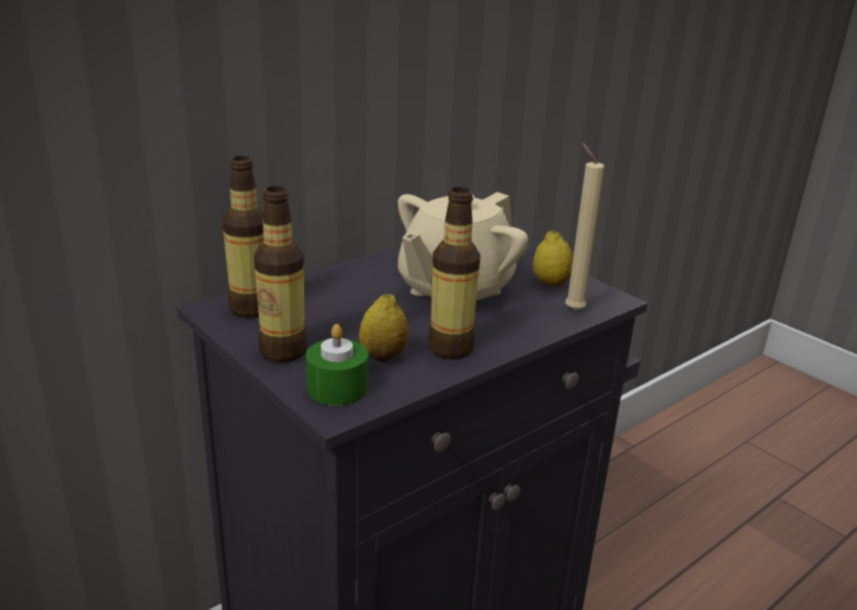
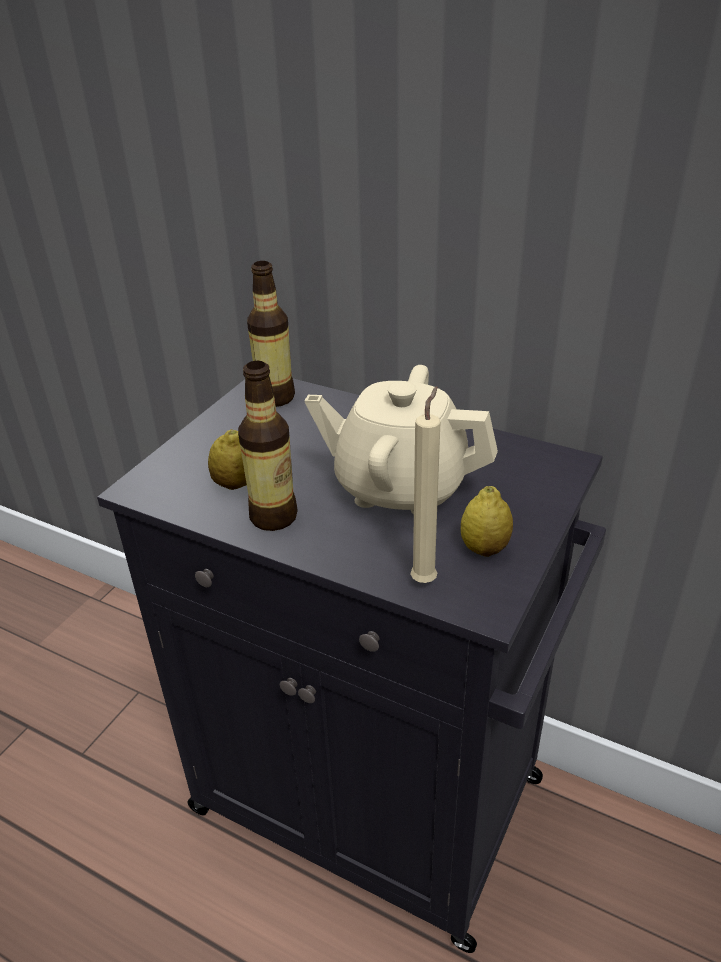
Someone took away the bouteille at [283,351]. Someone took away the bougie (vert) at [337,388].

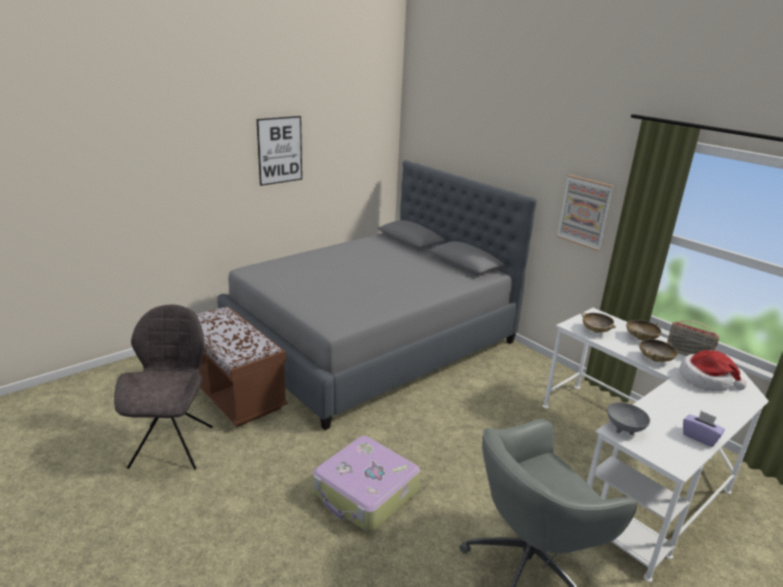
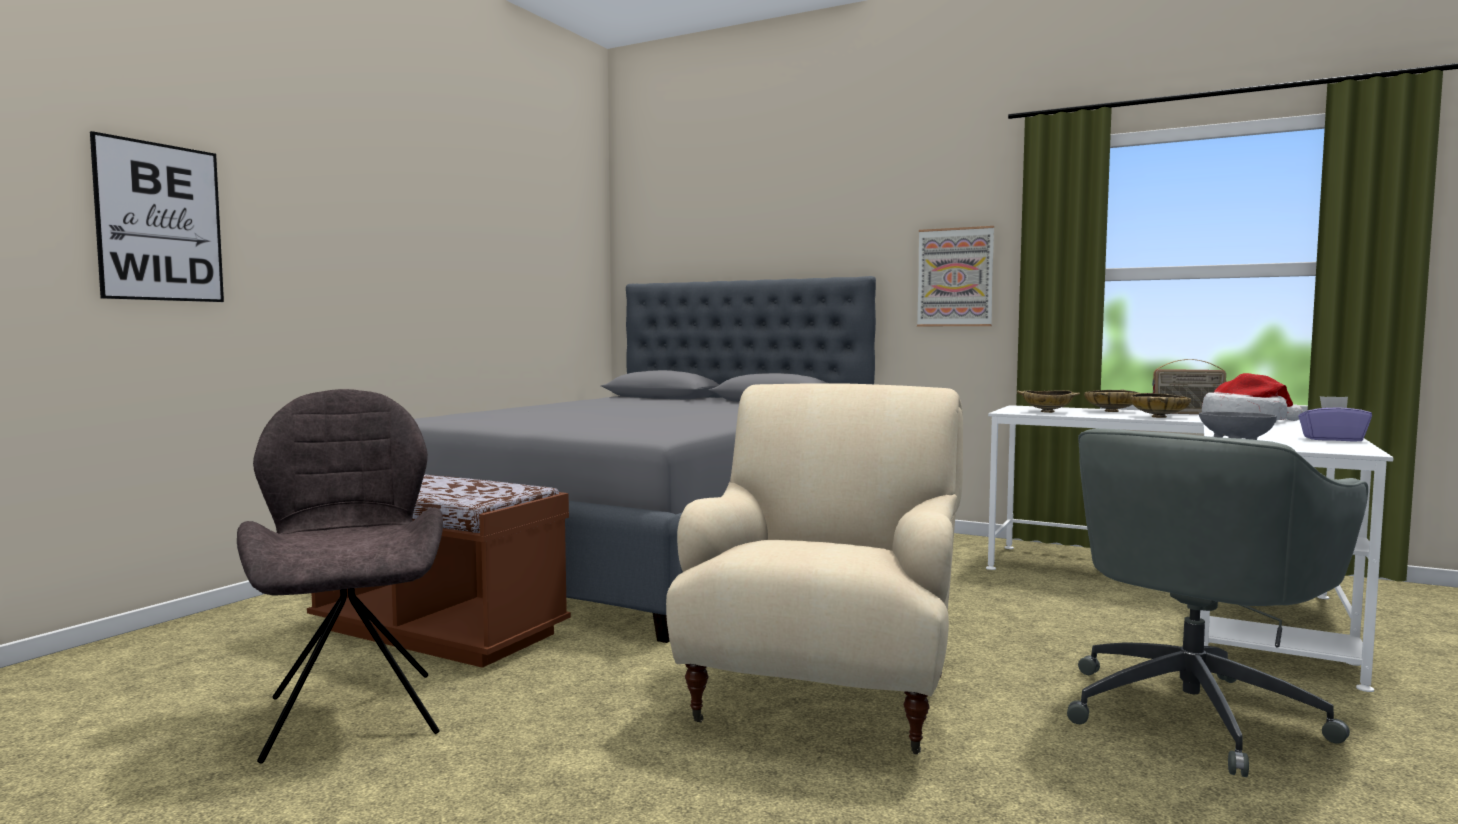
Someone carried the tableau from [280,150] to [160,222]. Someone swapped the valise at [365,493] for the fauteuil (beige) at [826,695].

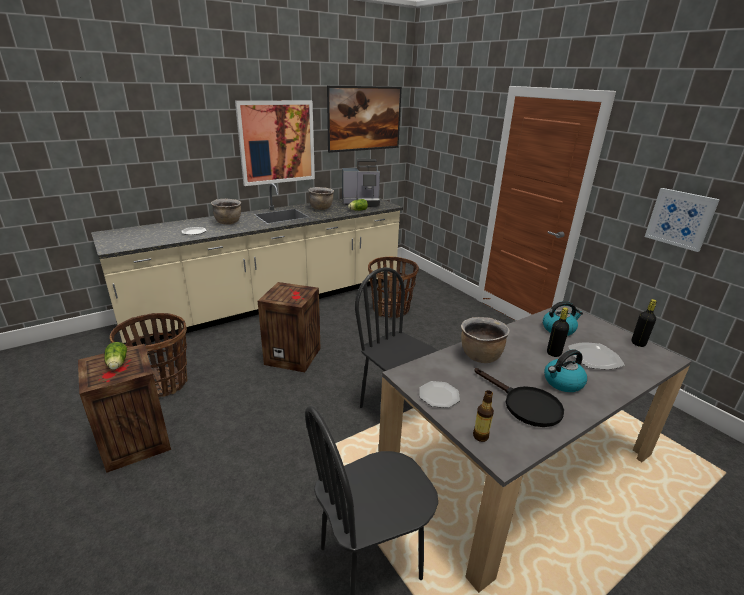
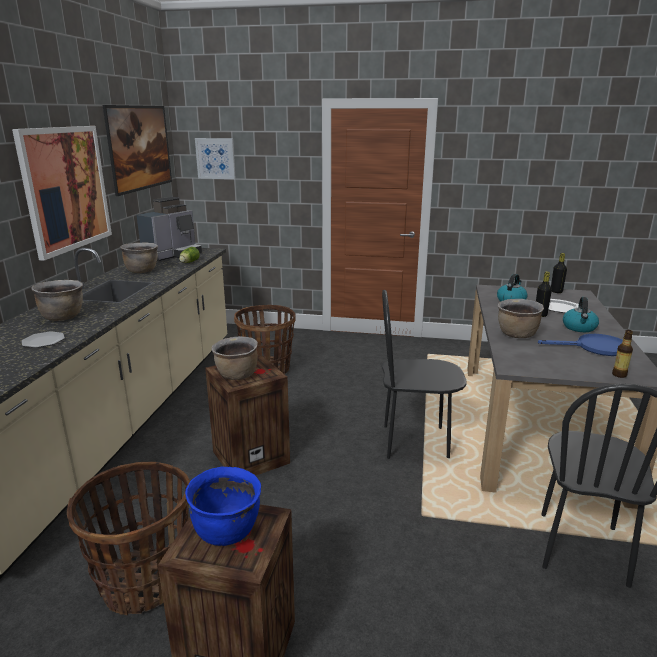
Someone carried the tableau from [680,219] to [215,158]. Someone swapped the laitue at [117,364] for the marmite (bleu) at [227,531]. Someone repainted the poêle (noir) at [525,405], which became the poêle (bleu) at [594,348]. Someone took away the assiette at [439,395]. Someone put down the marmite (marron) at [237,375].

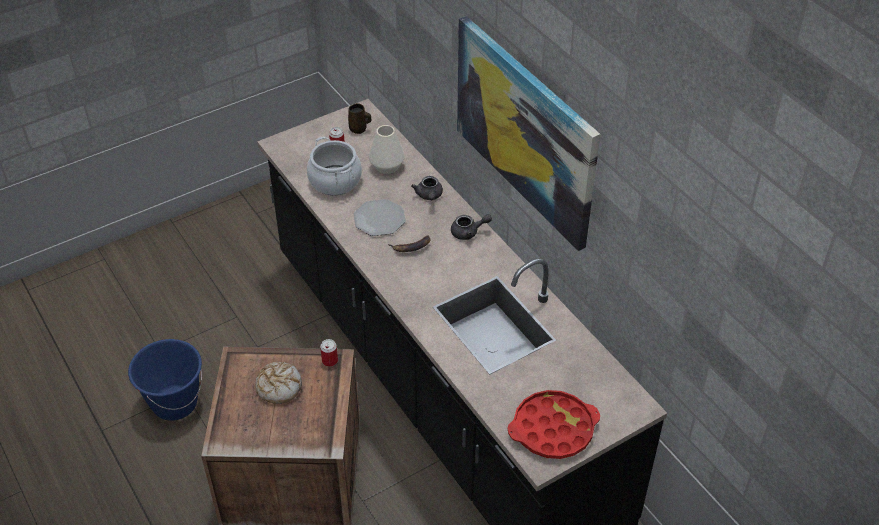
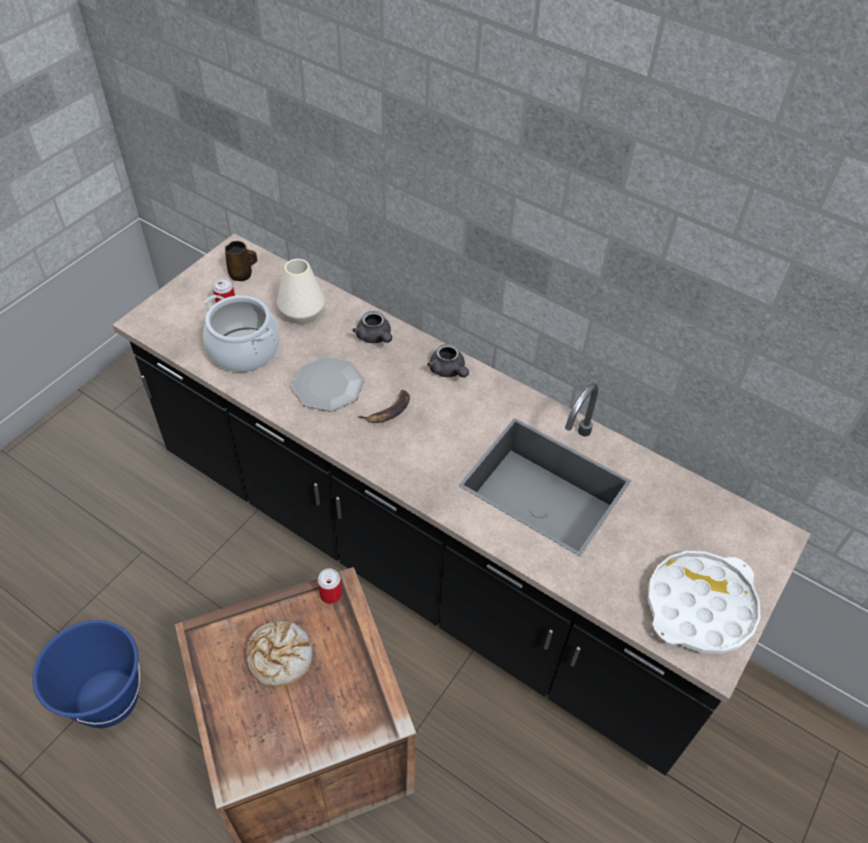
Someone took away the tableau at [525,130]. Someone rotated the théière (gris) at [468,232] by 90 degrees clockwise. Someone repainted the plateau (rouge) at [553,429], which became the plateau (blanc) at [699,606].

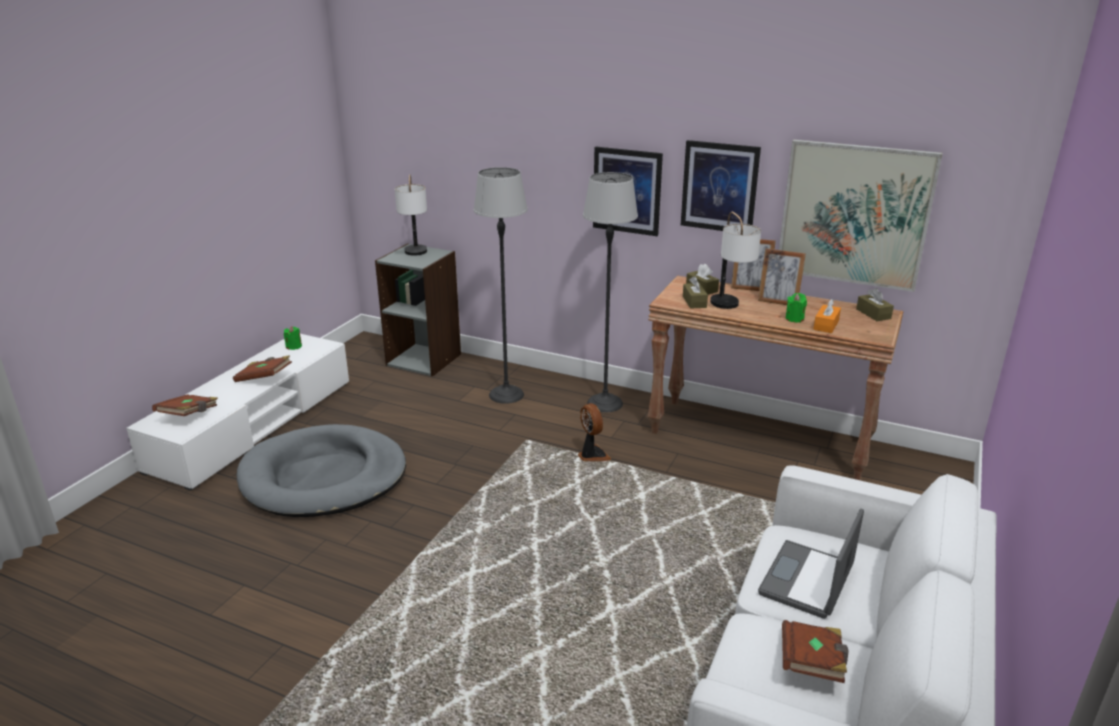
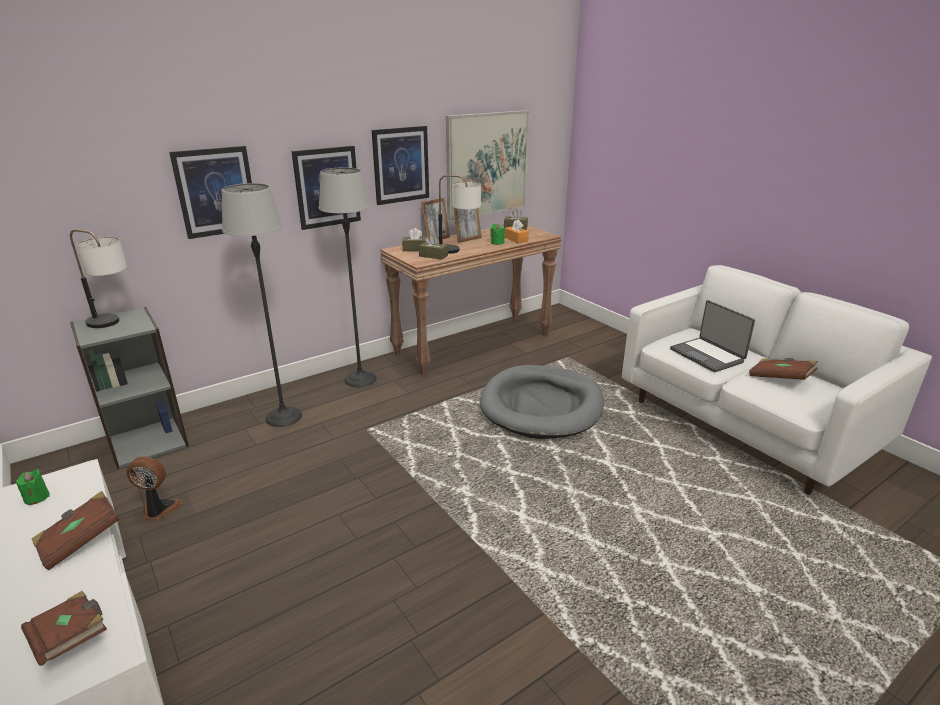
Someone carried the ventilateur from [592,455] to [158,510]. Someone carried the panier pour chien (gris) from [324,477] to [541,406]. Someone put up the tableau at [216,192].

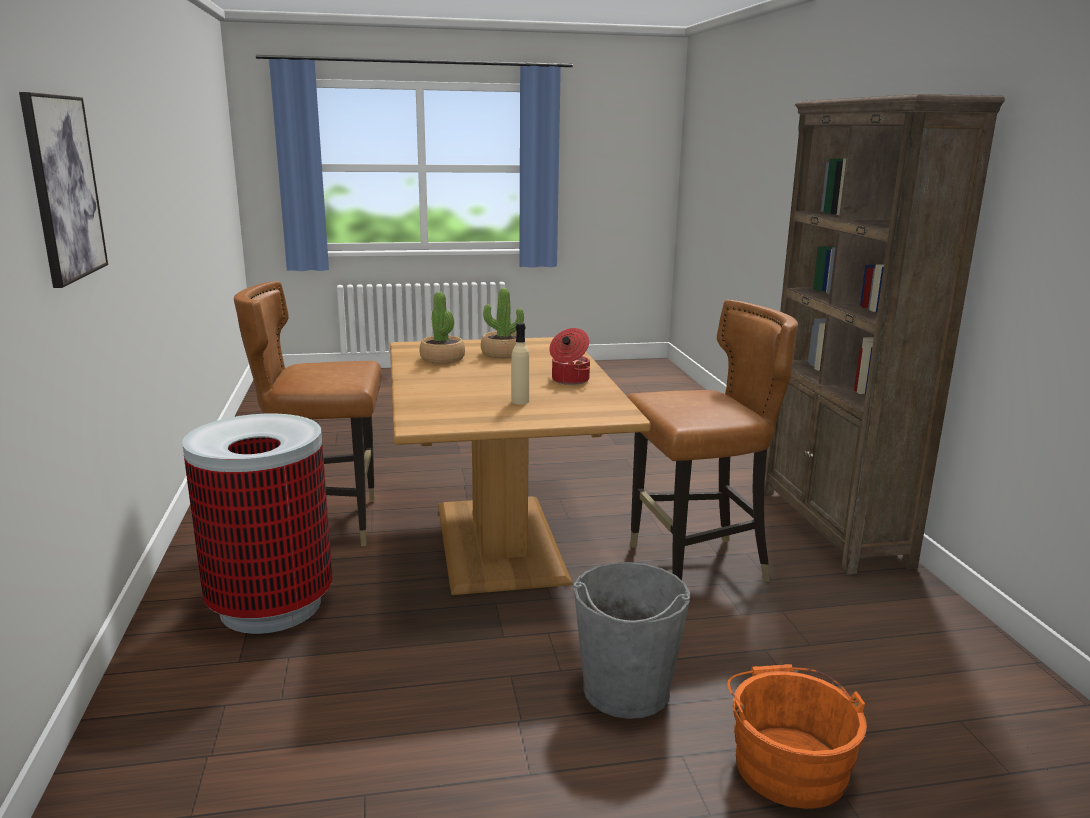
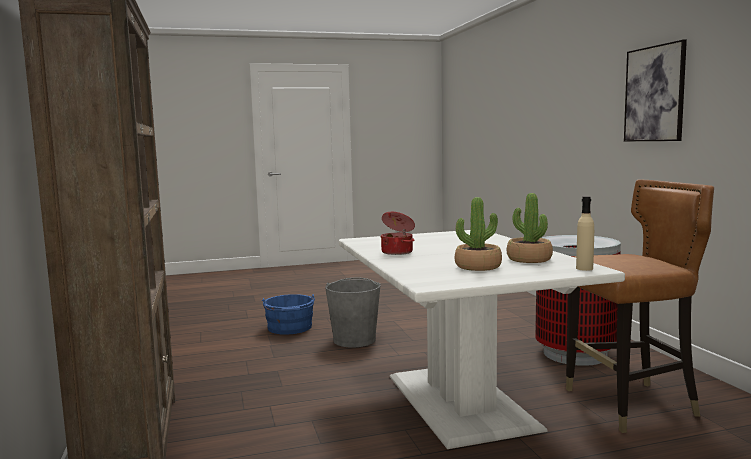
Someone took away the chaise (marron) at [696,567]. Someone carried the bouteille (beige) from [520,401] to [584,268]. Someone repainted the table à manger (marron) at [501,541], which became the table à manger (blanc) at [458,402]. Someone repainted the seau (orange) at [787,762], which became the seau (bleu) at [290,328].

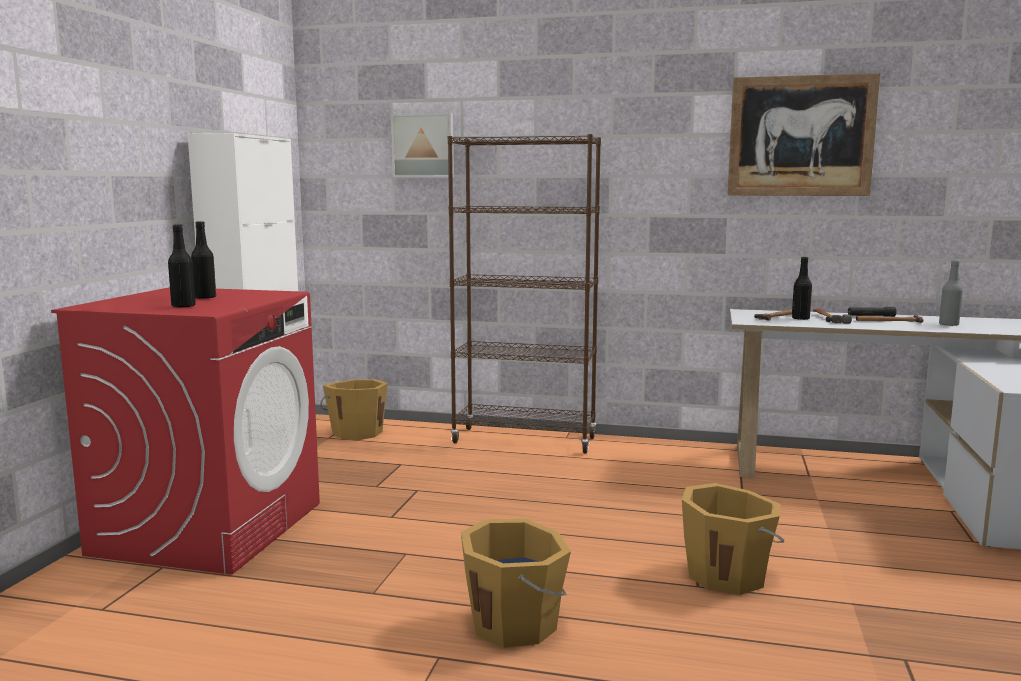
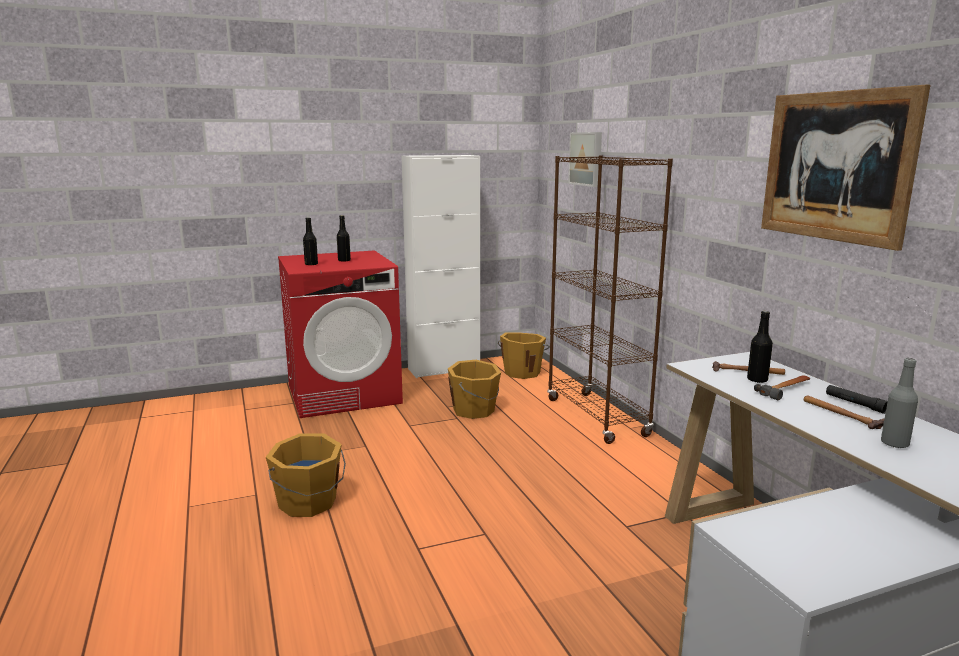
Someone carried the seau (orange) from [728,575] to [474,410].

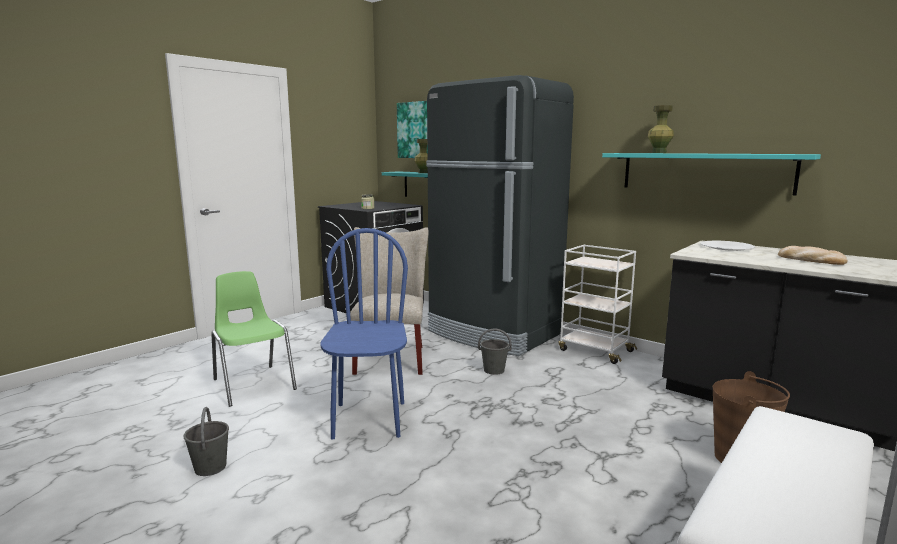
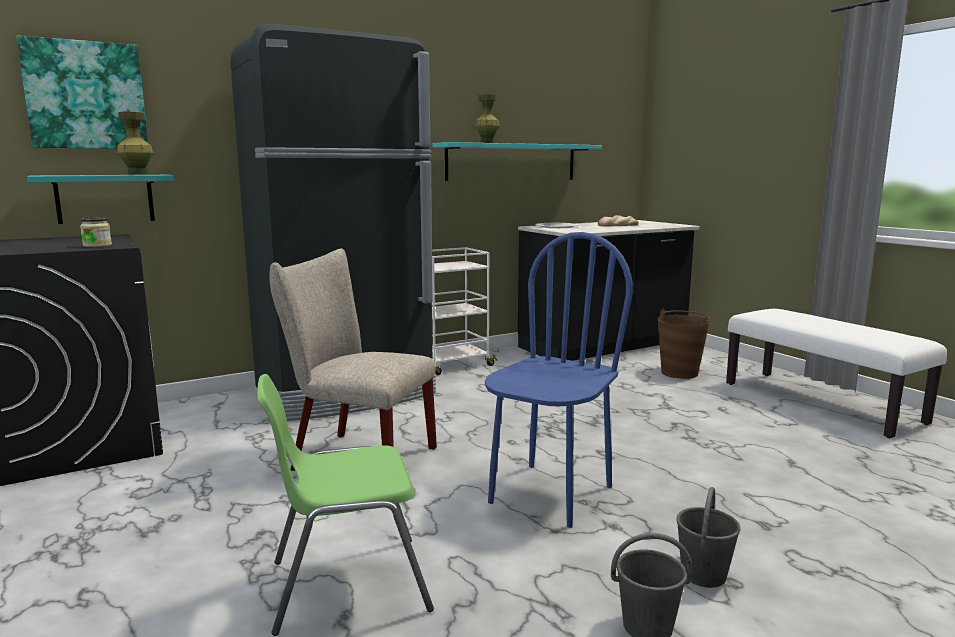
Someone rotated the chaise (bleu) at [368,420] by 105 degrees clockwise. Someone carried the seau (gris) from [494,370] to [703,574].

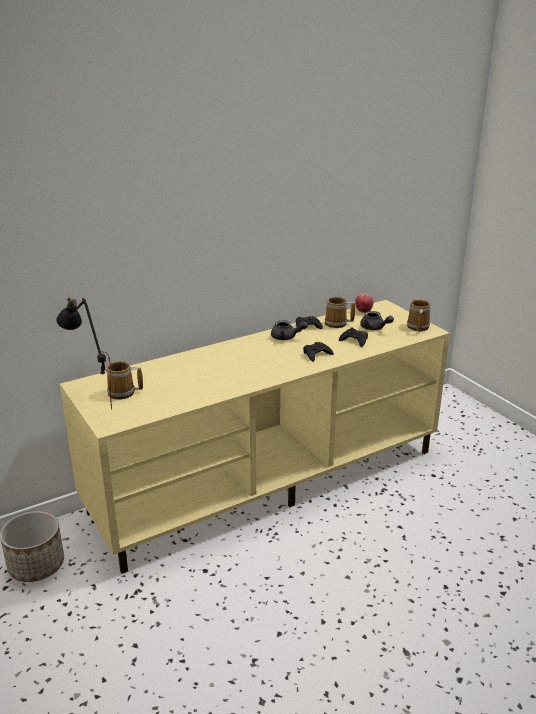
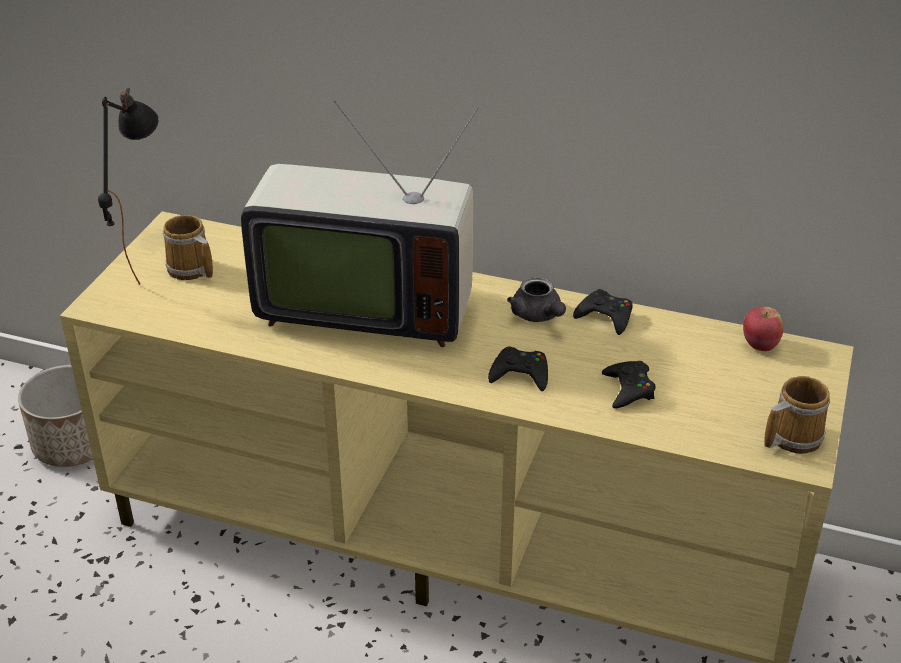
Someone took away the mug at [337,324]. Someone took away the théière (gris) at [374,328]. Someone put down the téléviseur at [363,306].

